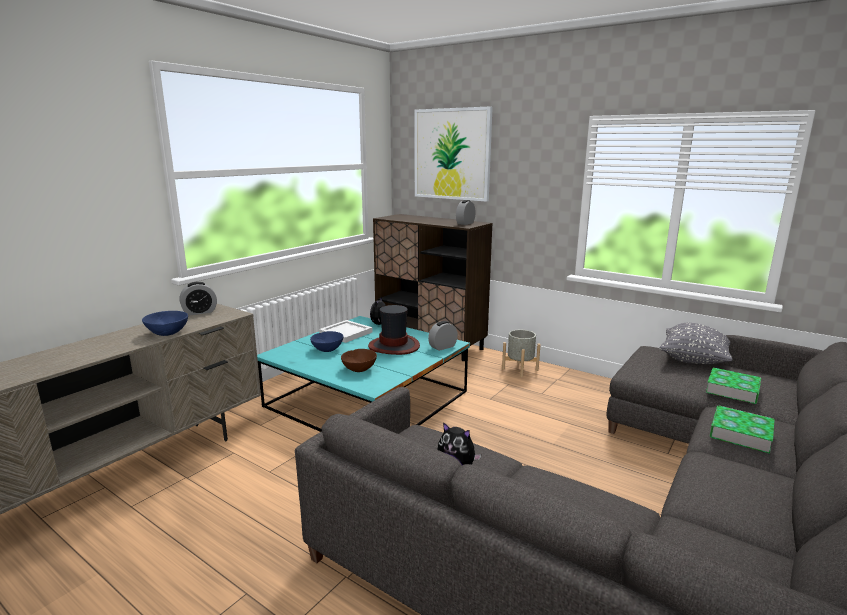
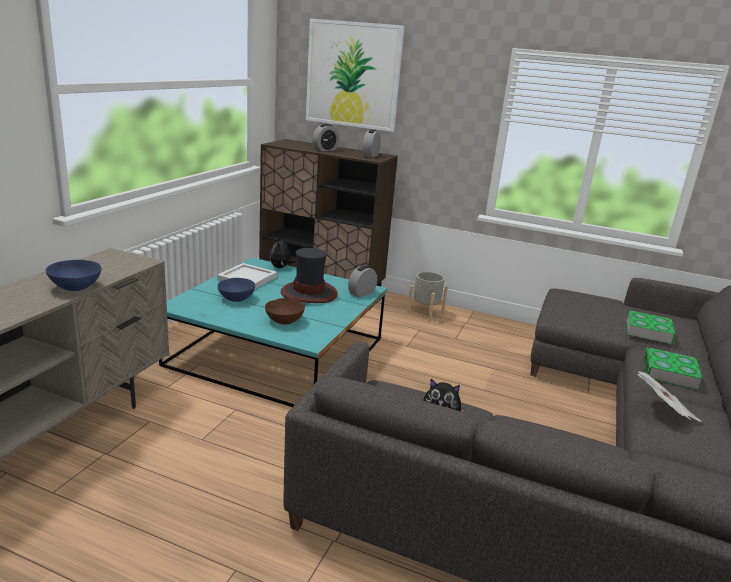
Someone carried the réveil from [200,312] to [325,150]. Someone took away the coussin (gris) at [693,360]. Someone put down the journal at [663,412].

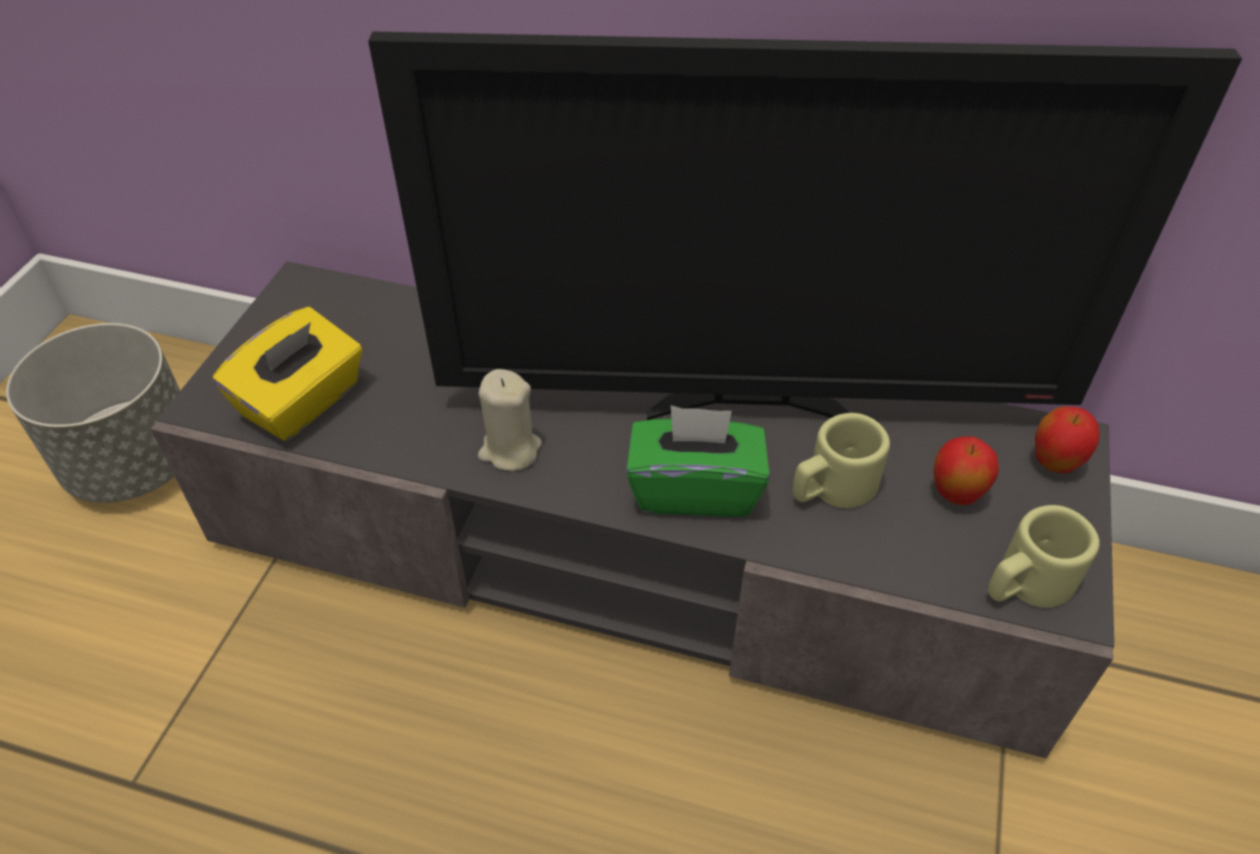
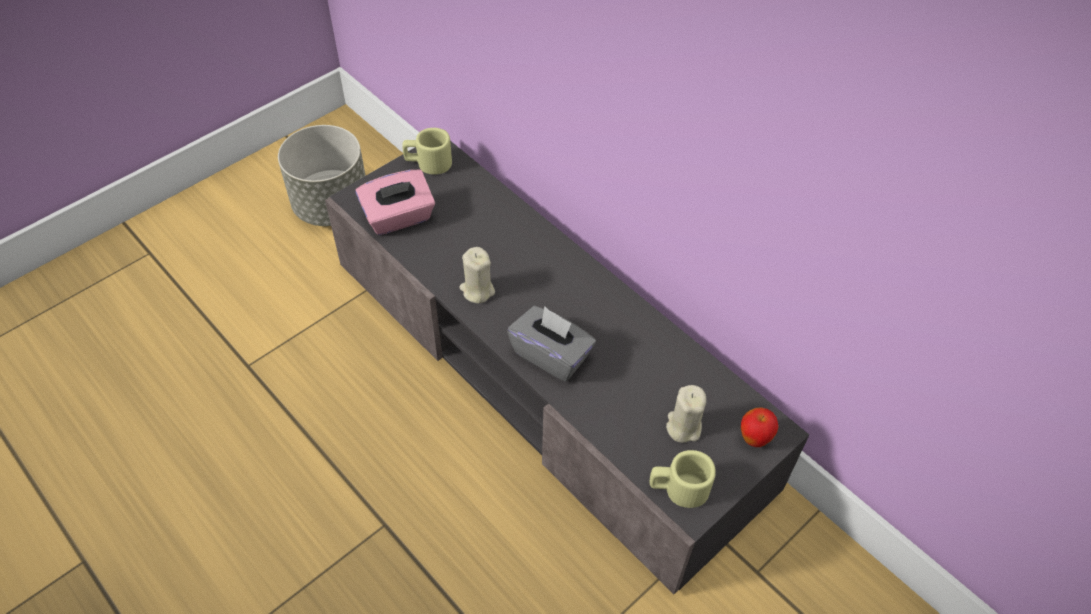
Someone took away the téléviseur at [751,405]. Someone repainted the boîte à mouchoirs (jaune) at [303,402], which became the boîte à mouchoirs (rose) at [399,218]. Someone repainted the boîte à mouchoirs (vert) at [695,489], which became the boîte à mouchoirs (gris) at [551,355]. Someone carried the mug (beige) from [831,488] to [428,163]. Someone swapped the pomme at [955,495] for the bougie (beige) at [683,427].

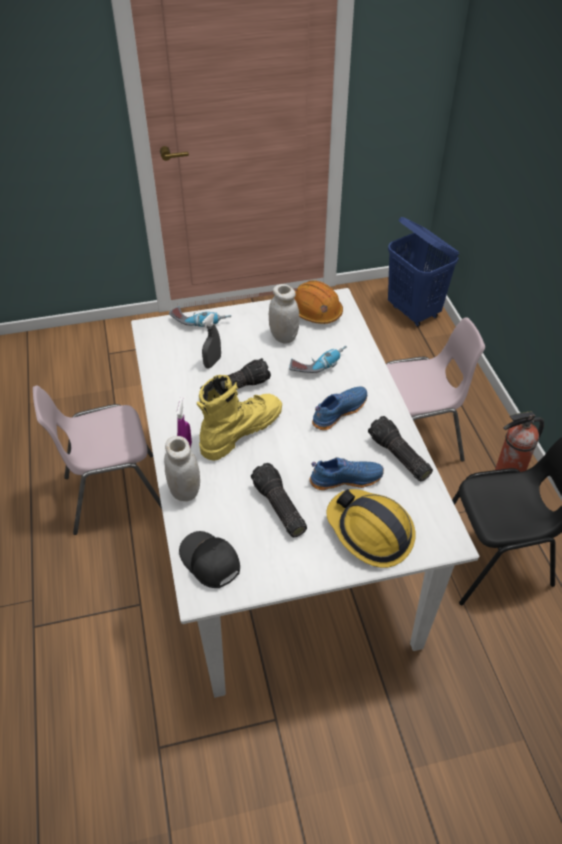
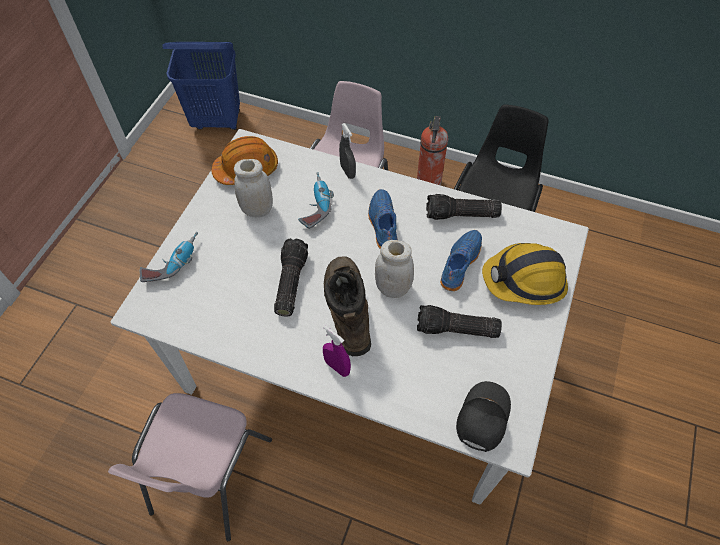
Someone carried the vaporisateur (gris) from [212,362] to [347,171]. Someone repainted the botte (jaune) at [240,430], which became the botte (marron) at [346,309]. Someone carried the bocal (blanc) from [185,491] to [393,288]. Someone rotated the casquette (noir) at [209,562] by 120 degrees clockwise.

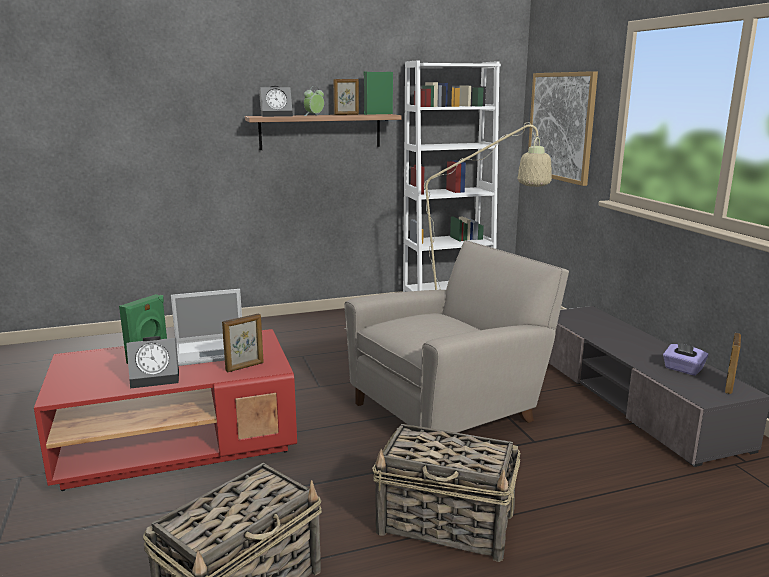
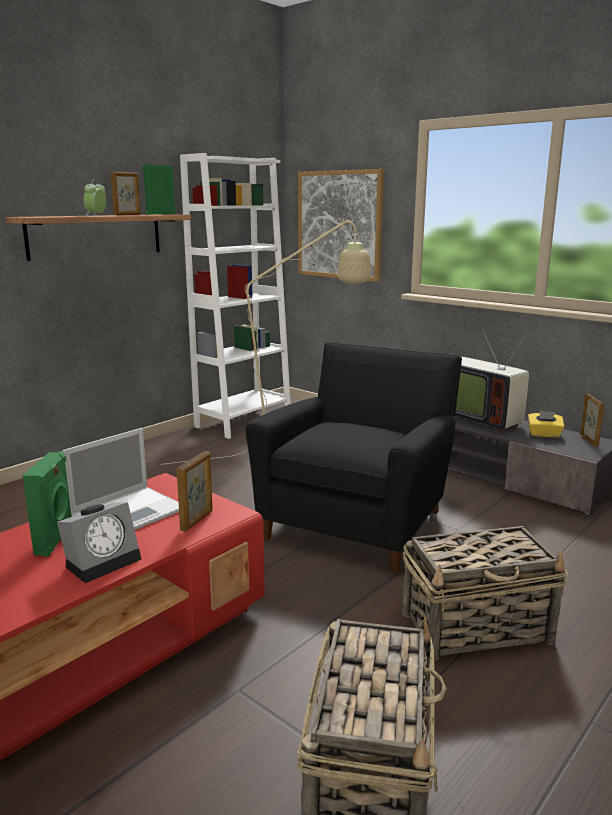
Someone took away the réveil at [277,116]. Someone repainted the fauteuil (beige) at [450,409], which became the fauteuil (noir) at [358,520]. Someone repainted the boîte à mouchoirs (violet) at [683,369], which became the boîte à mouchoirs (jaune) at [544,434]. Someone put down the téléviseur at [479,418].

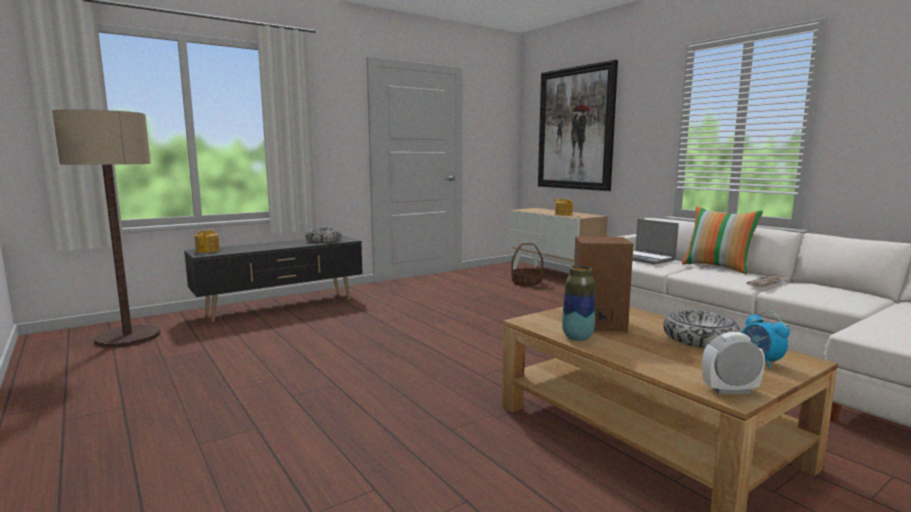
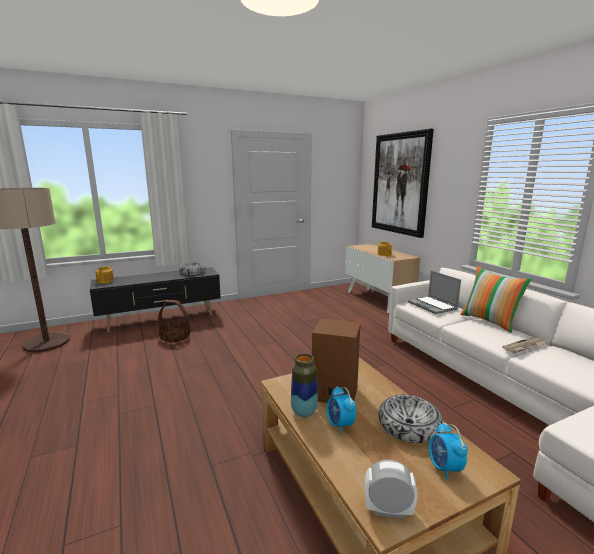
Someone carried the panier from [526,283] to [175,337]. Someone put down the réveil at [340,425].

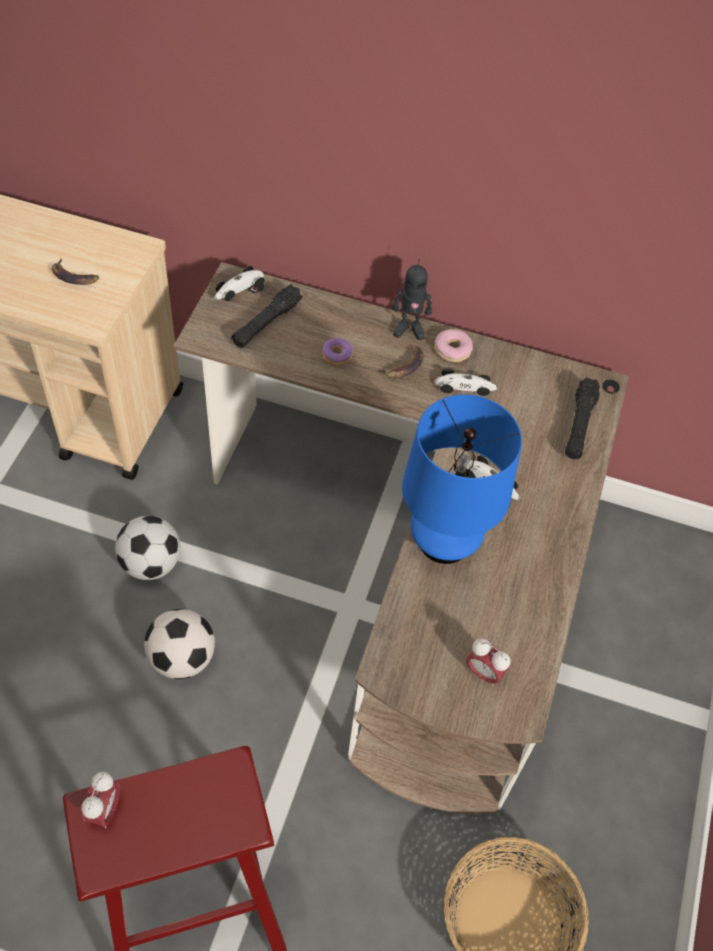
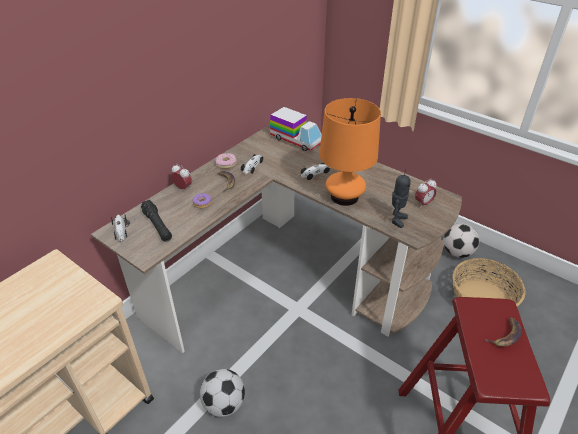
Someone carried the banane from [74,276] to [505,335]. Someone carried the robot jouet from [409,329] to [397,220]. Someone swapped the lampe de poche (noir) at [579,425] for the camion jouet at [296,140]. Someone repainted the lampe de table (bleu) at [444,541], which became the lampe de table (orange) at [344,197]. Someone carried the ballon de foot from [182,658] to [457,252]. Someone carried the réveil from [104,810] to [183,188].

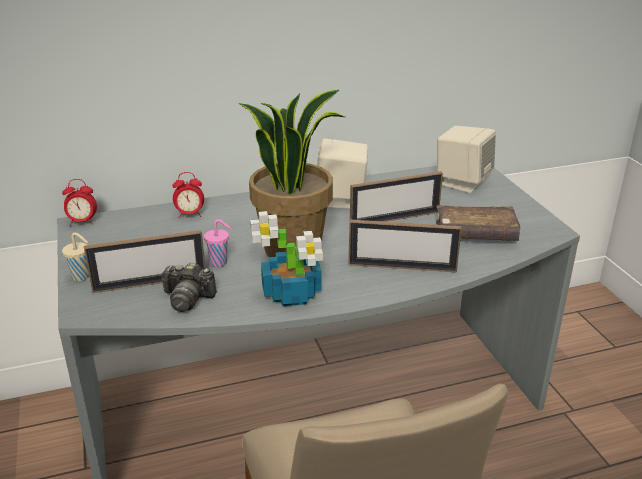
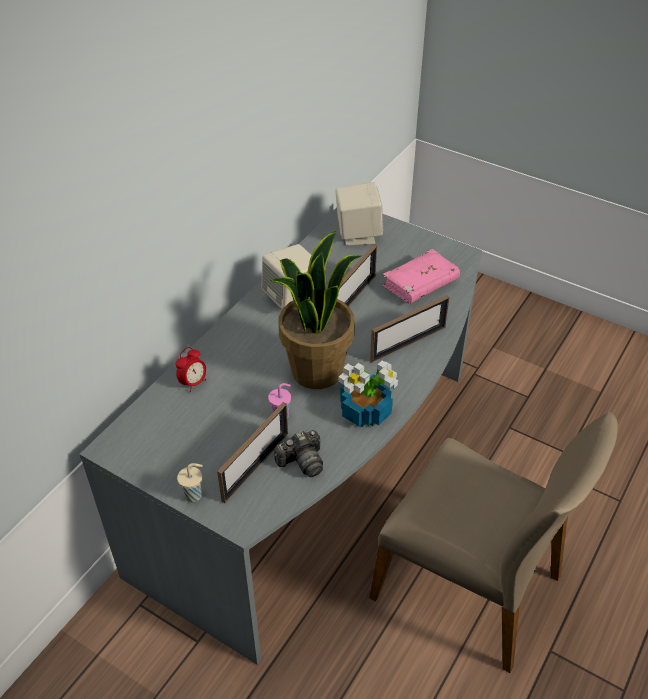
Someone took away the réveil at [82,222]. Someone repainted the livre (marron) at [475,234], which became the livre (rose) at [420,285].

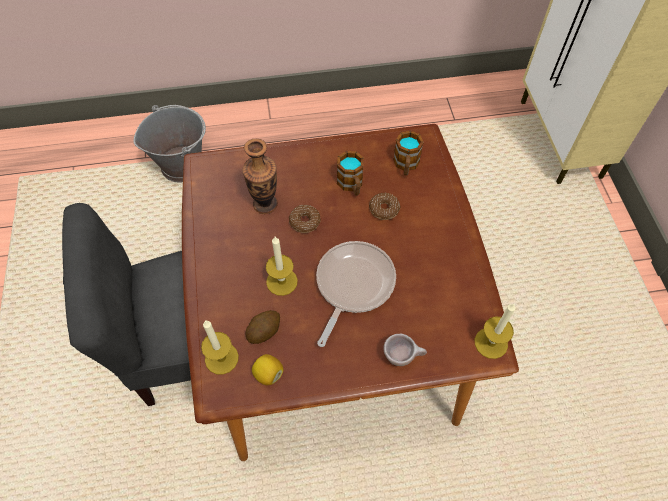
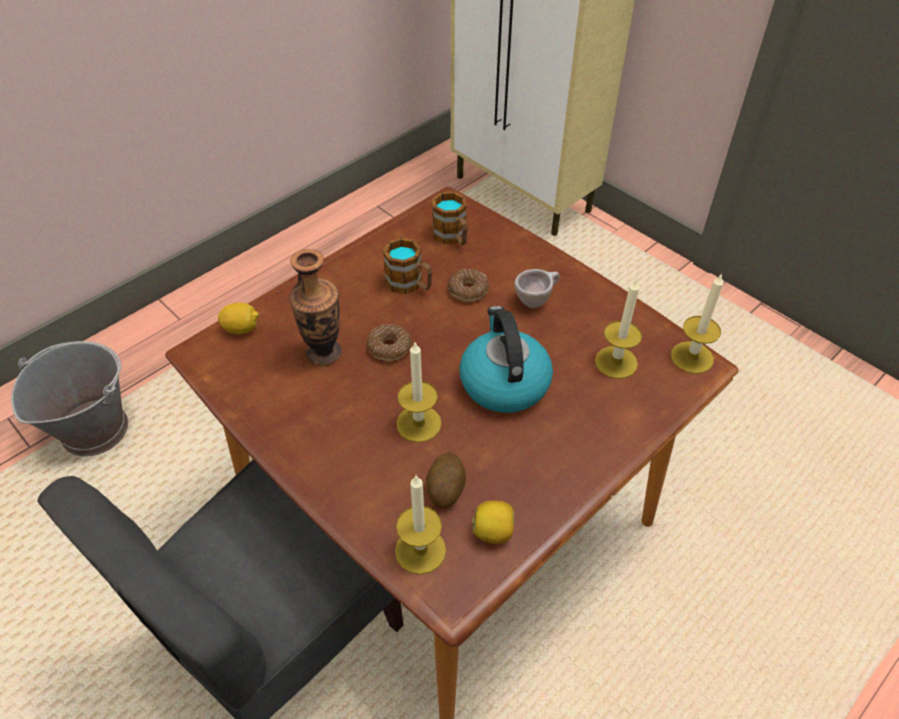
Someone swapped the poêle at [352,285] for the bouilloire at [503,382]. Someone carried the tasse (beige) from [403,357] to [536,300]. Someone put down the bougie at [616,362]. Someone put down the citron at [241,328].

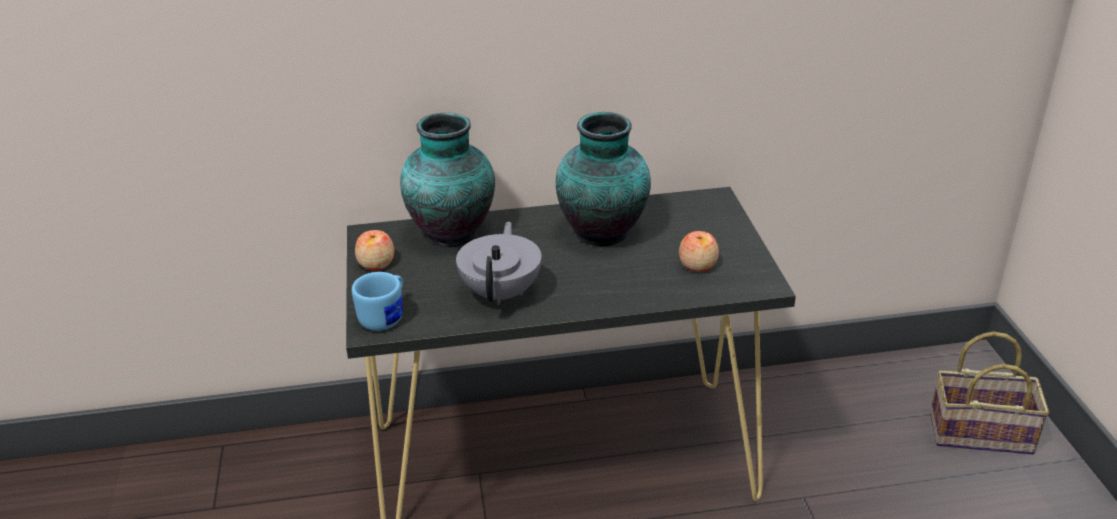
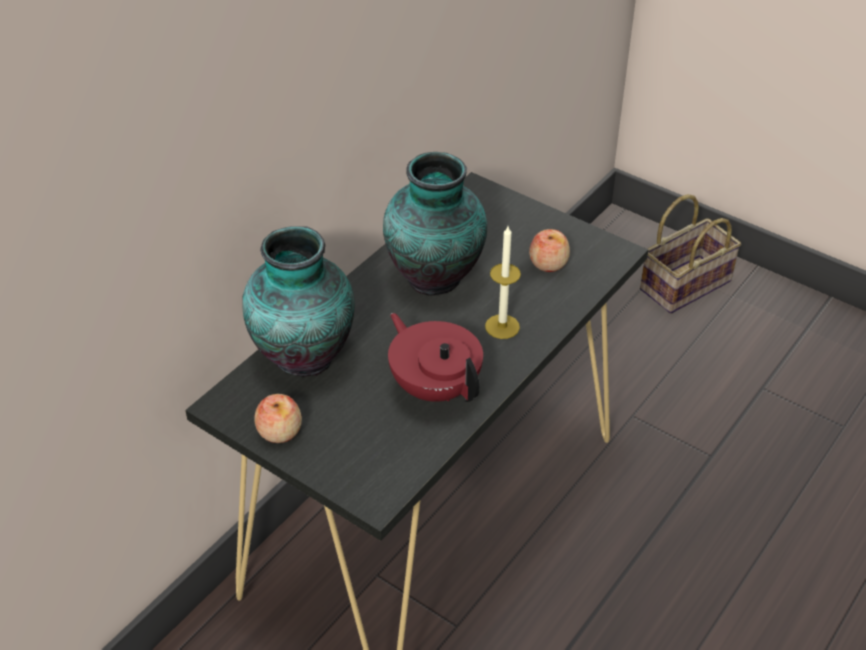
Someone repainted the théière (gris) at [502,292], which became the théière (rouge) at [435,386]. Someone took away the mug (bleu) at [386,316]. Someone put down the bougie at [502,326].

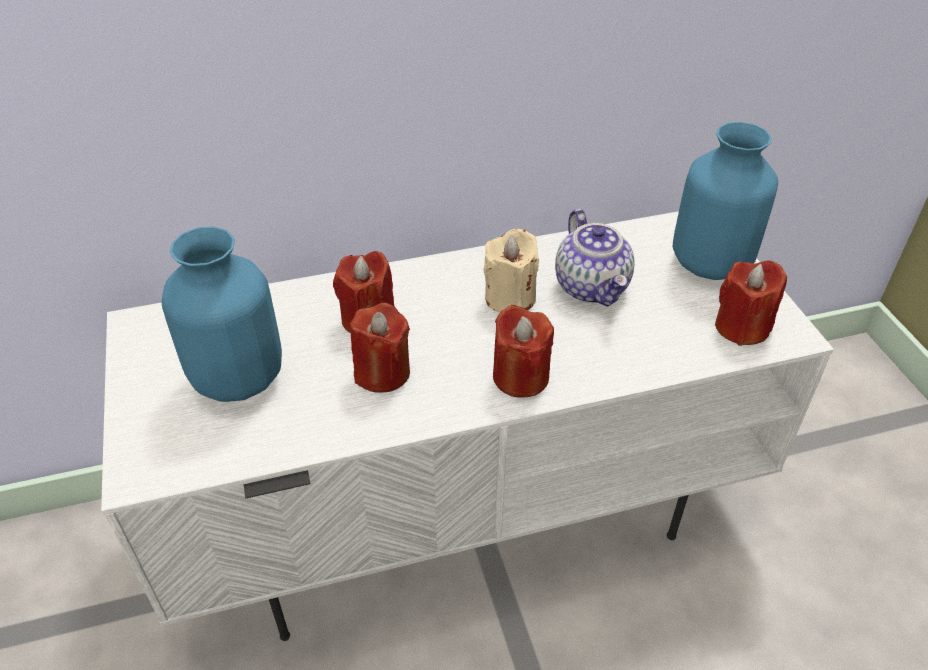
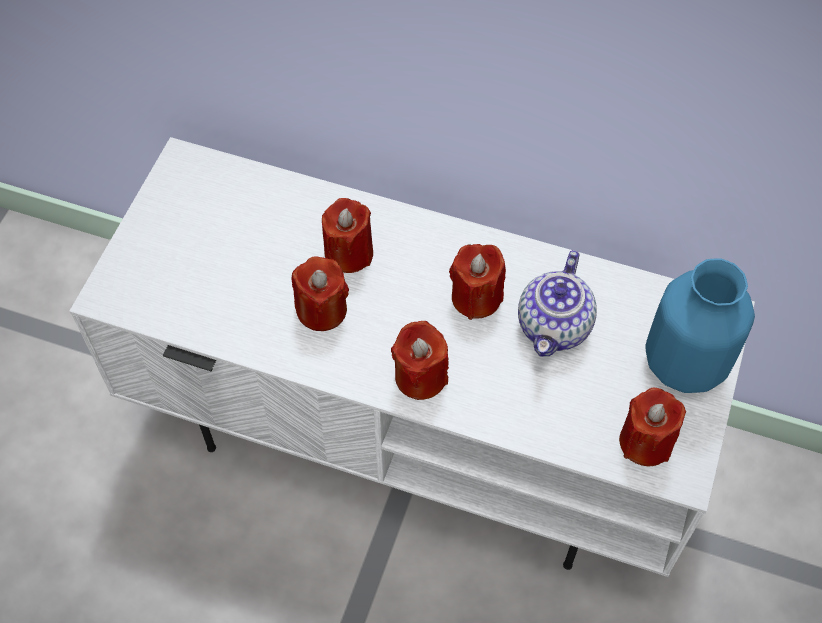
Someone took away the vase (bleu) at [239,379]. Someone repainted the bougie (beige) at [510,298], which became the bougie (rouge) at [476,297].

